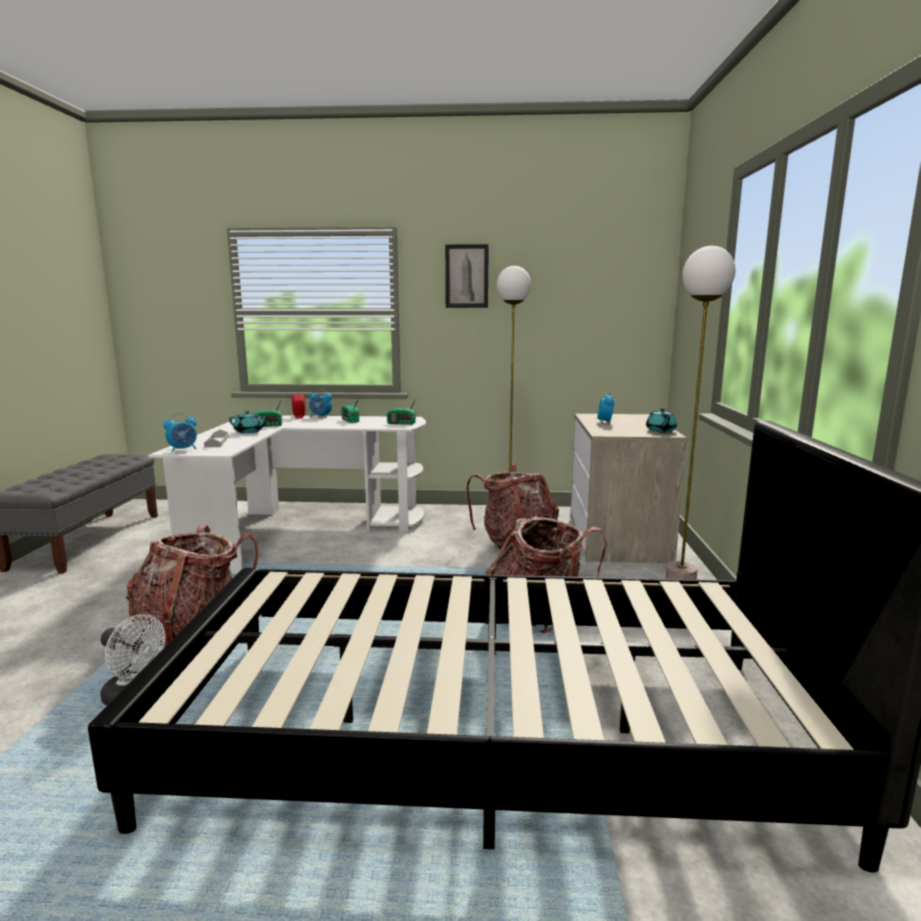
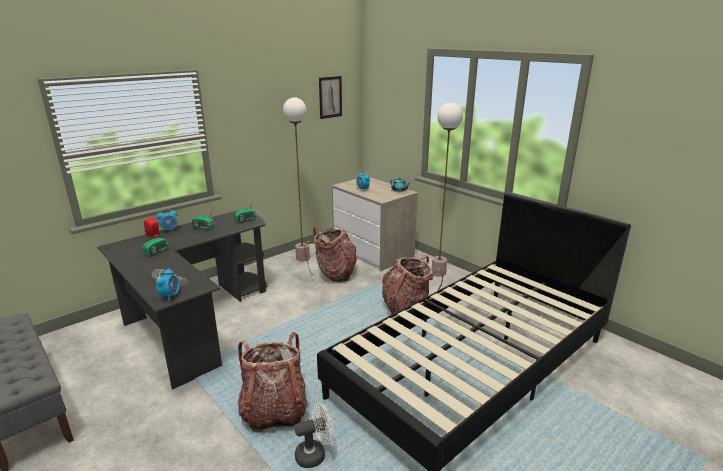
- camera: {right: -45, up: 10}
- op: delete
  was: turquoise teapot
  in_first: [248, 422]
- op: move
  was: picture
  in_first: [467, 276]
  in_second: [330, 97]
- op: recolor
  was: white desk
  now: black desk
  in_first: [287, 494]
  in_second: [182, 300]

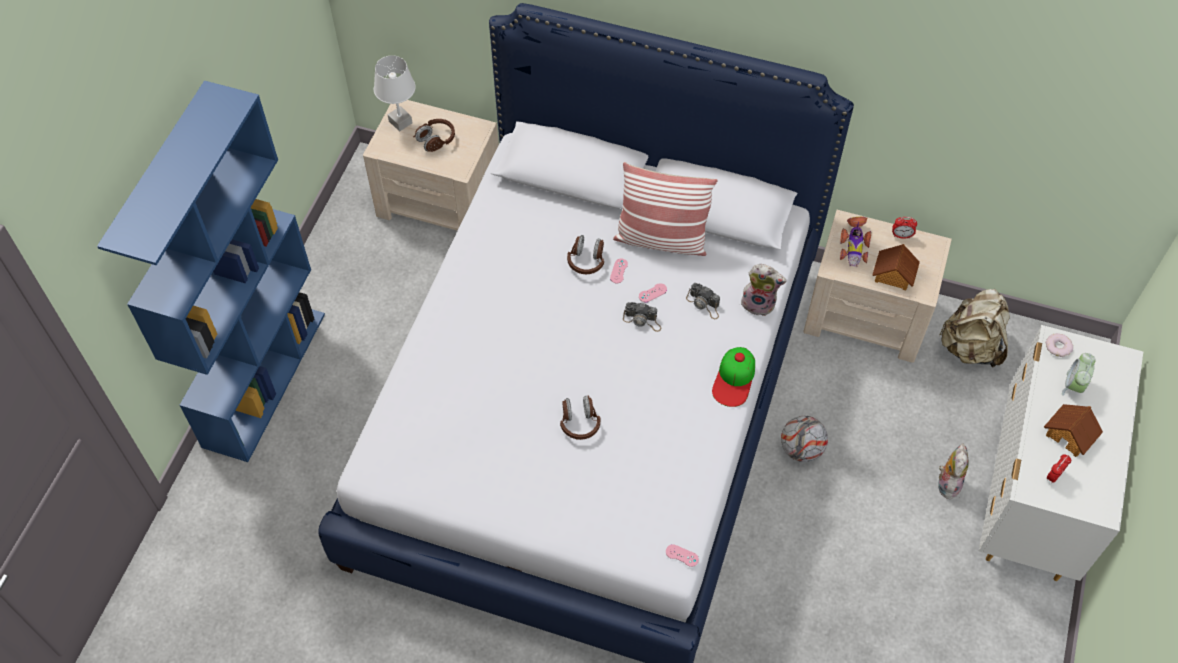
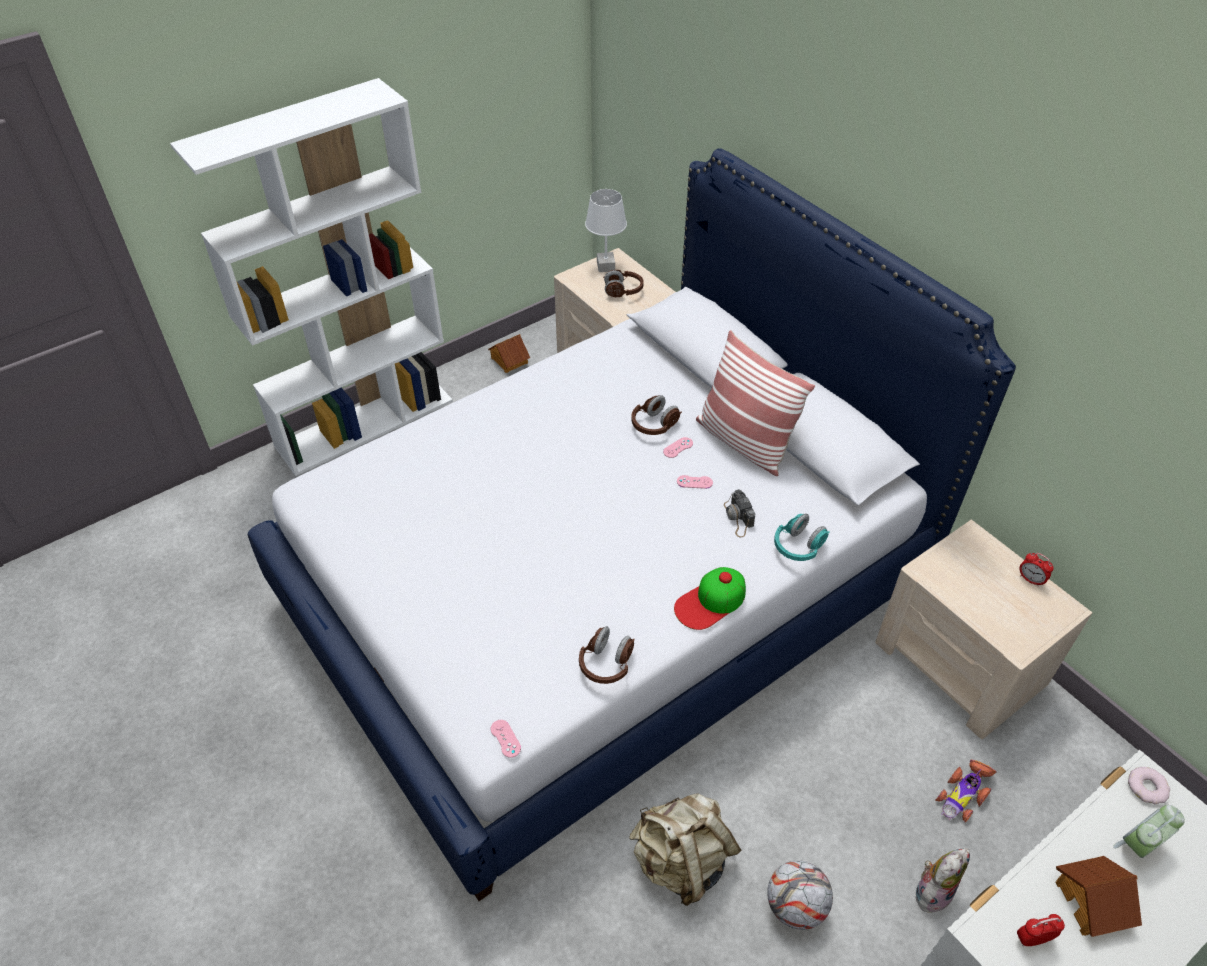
- camera: {right: 35, up: -10}
- op: delete
  was: photo camera
  in_first: [642, 317]
- op: move
  was: brown headphones
  in_first: [580, 418]
  in_second: [607, 655]
- op: move
  was: football
  in_first: [804, 439]
  in_second: [800, 895]
- op: move
  was: toy car
  in_first: [855, 241]
  in_second: [966, 791]
- op: move
  was: toy house
  in_first: [896, 267]
  in_second: [509, 353]
- op: move
  was: beige backpack
  in_first: [974, 328]
  in_second: [685, 849]
- op: replace
  was: plush toy
  now: turquoise headphones
  in_first: [764, 290]
  in_second: [802, 537]
- op: recolor
  was: blue bookcase
  now: white bookcase
  in_first: [211, 271]
  in_second: [311, 277]

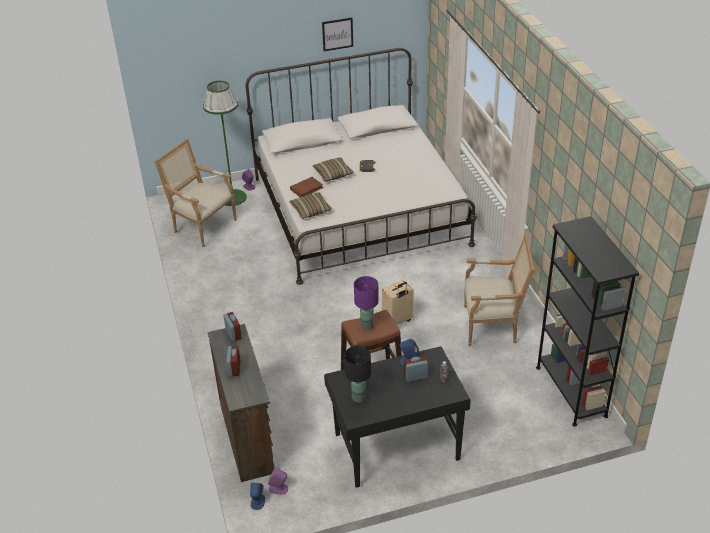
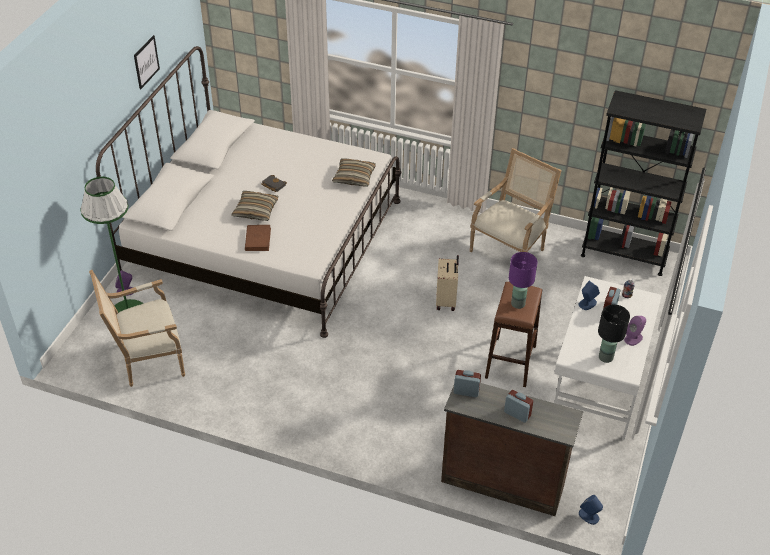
- camera: {right: -55, up: 5}
- op: move
  was: purple speaker
  in_first: [278, 481]
  in_second: [635, 331]
- op: move
  was: pillow
  in_first: [310, 205]
  in_second: [354, 172]
- op: recolor
  was: black desk
  now: white desk
  in_first: [397, 417]
  in_second: [608, 358]

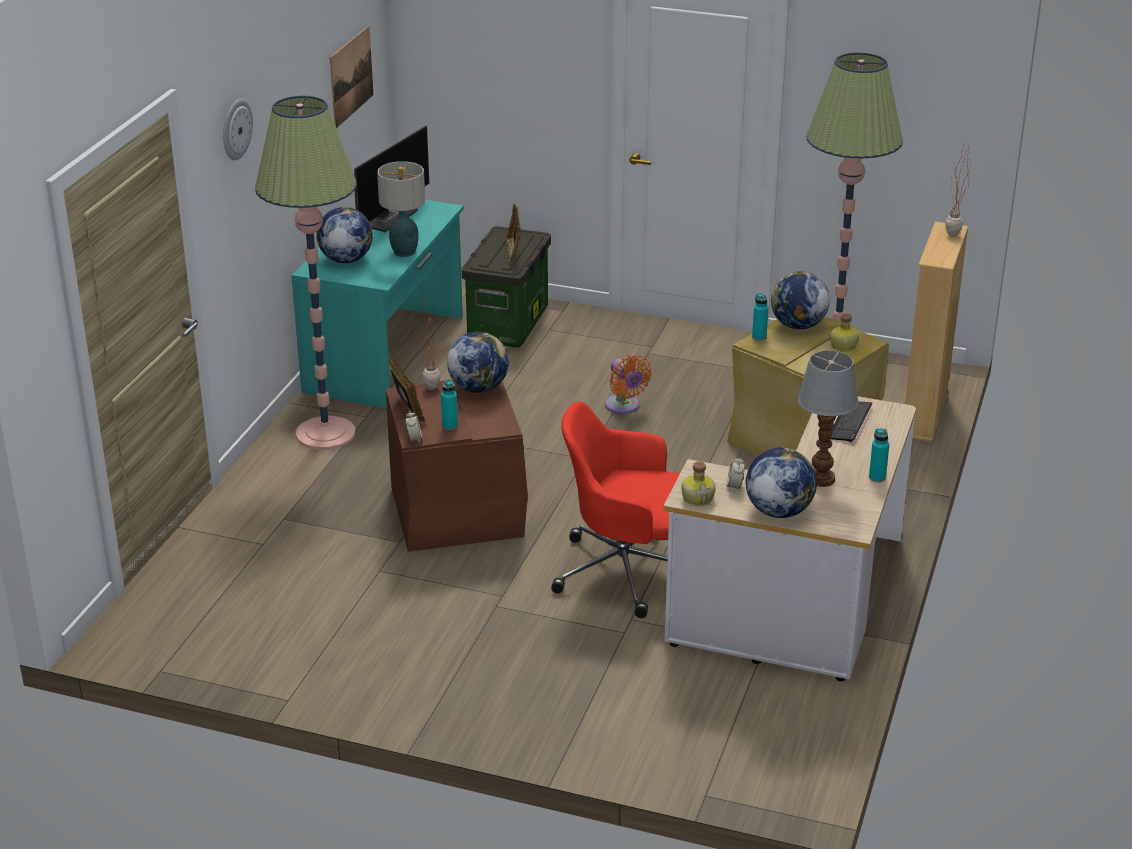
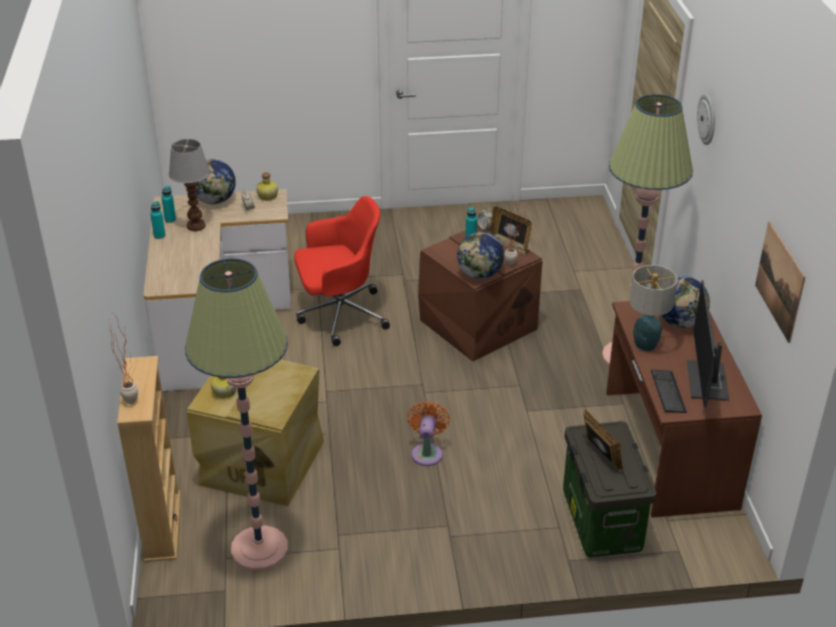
- camera: {right: 155, up: 5}
- op: delete
  was: globe
  in_first: [800, 300]
- op: move
  was: turquoise bottle
  in_first: [760, 317]
  in_second: [168, 204]
- op: move
  was: keyboard
  in_first: [851, 421]
  in_second: [669, 391]
- op: recolor
  was: turquoise desk
  now: brown desk
  in_first: [377, 304]
  in_second: [684, 409]
- op: rotate
  was: orange fan
  in_first: [628, 384]
  in_second: [428, 433]
  clockwise: 60

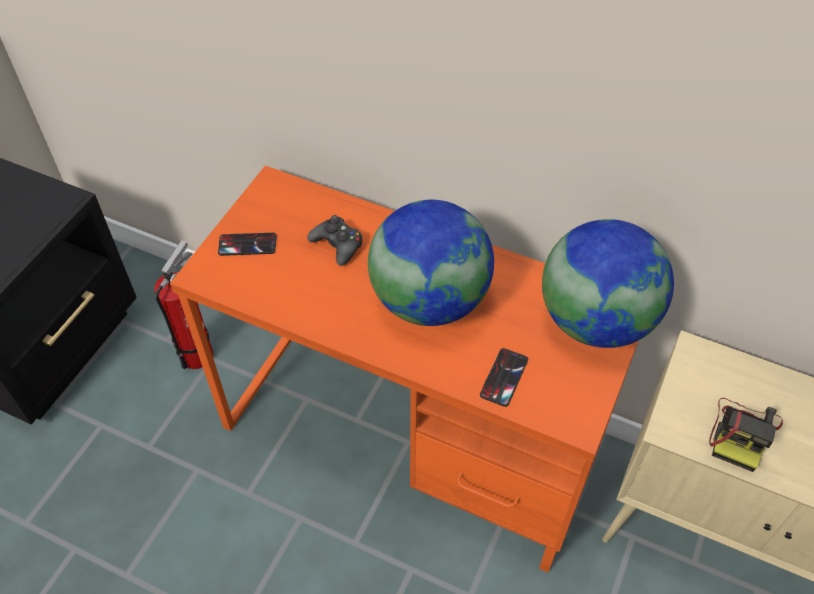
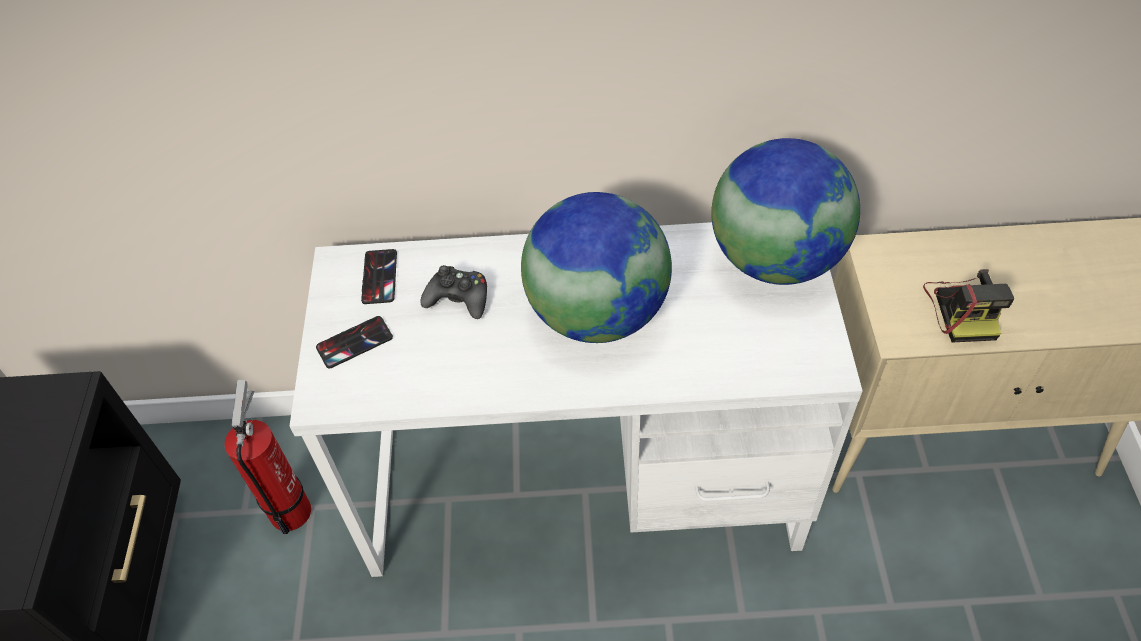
- camera: {right: -25, up: 0}
- op: move
  was: phone
  in_first: [504, 377]
  in_second: [379, 276]
- op: recolor
  was: orange desk
  now: white desk
  in_first: [404, 369]
  in_second: [576, 399]

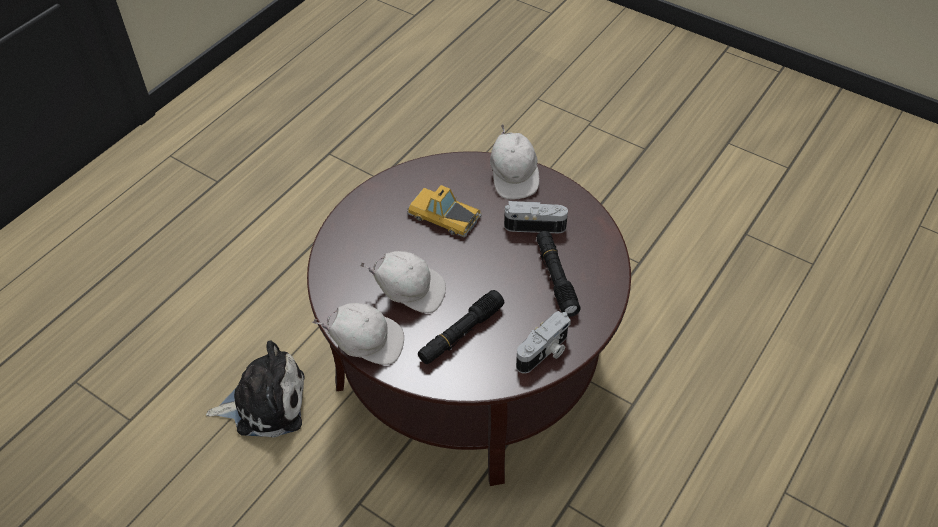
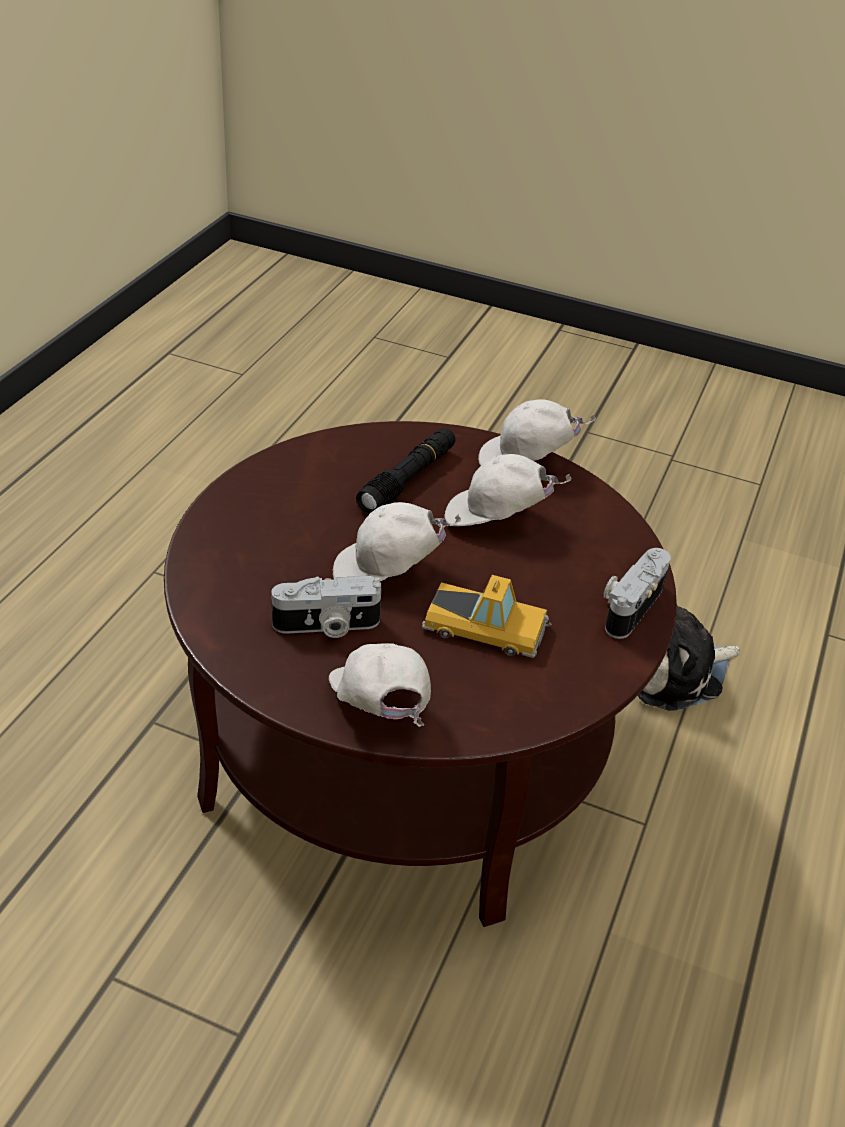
- camera: {right: 165, up: -10}
- op: delete
  was: black flashlight
  in_first: [559, 274]
- op: insert
  now: white cap
  in_second: [397, 542]
- op: move
  was: photo camera
  in_first: [543, 342]
  in_second: [637, 593]

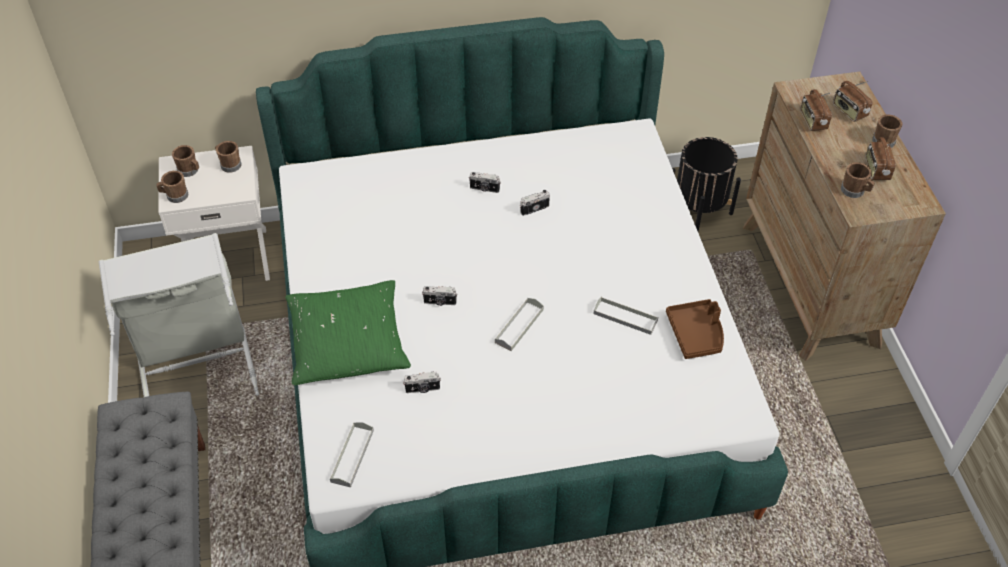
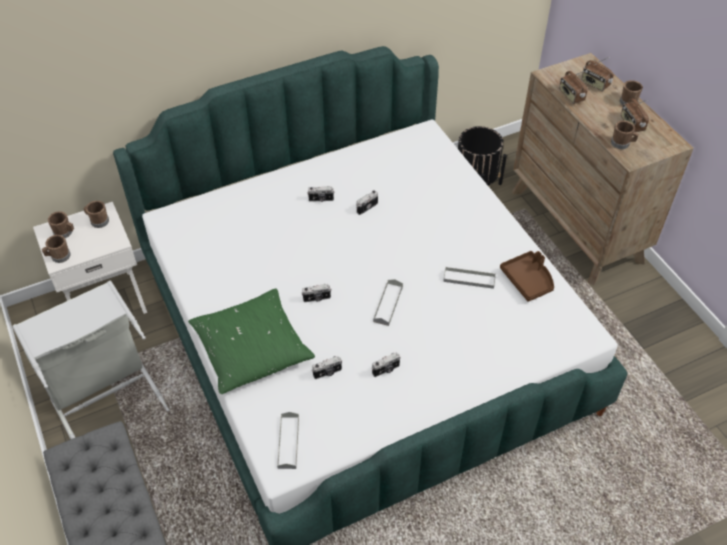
- camera: {right: -15, up: 0}
- op: insert
  now: photo camera
  in_second: [386, 364]

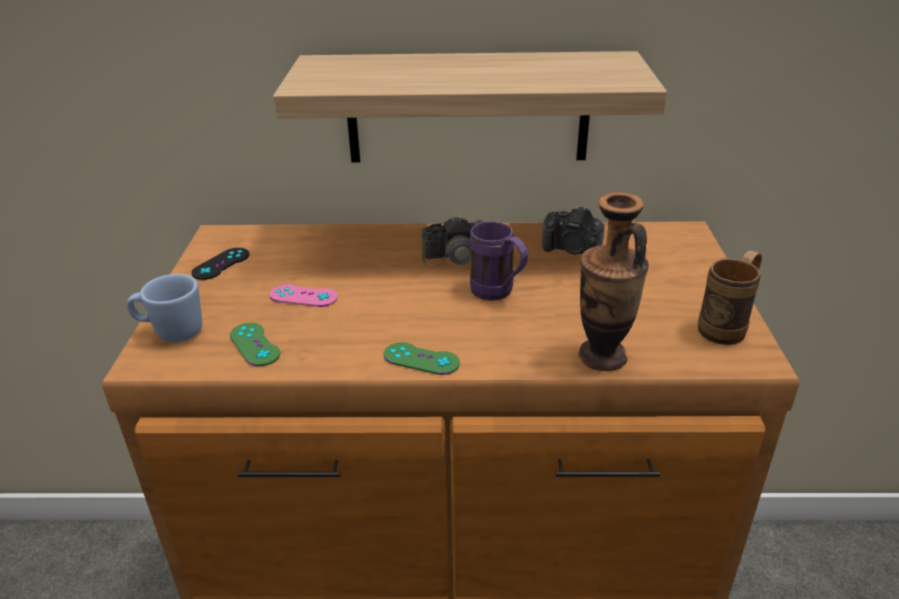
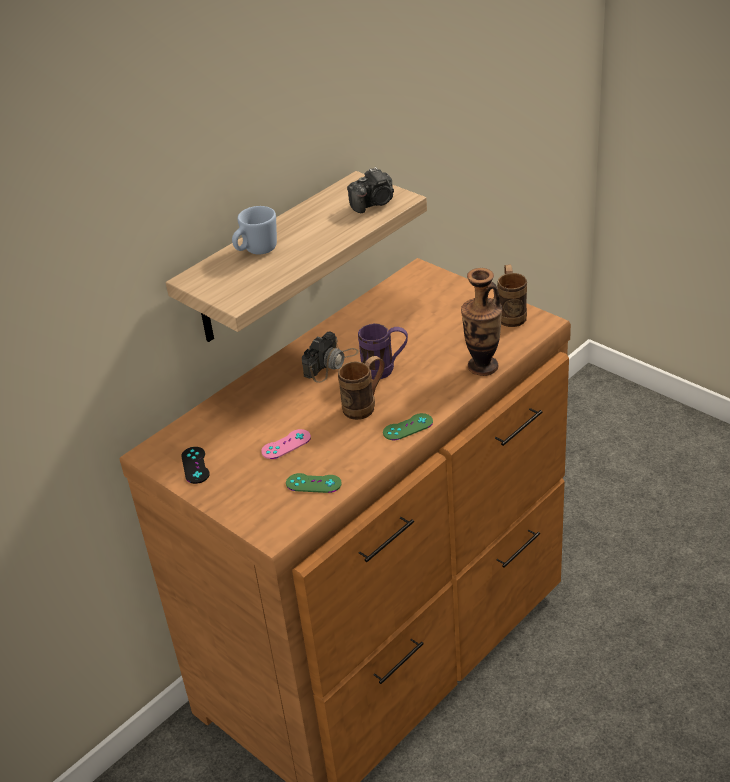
- camera: {right: -45, up: 5}
- op: insert
  now: brown mug
  in_second: [361, 388]
- op: move
  was: blue mug
  in_first: [164, 308]
  in_second: [254, 230]
- op: move
  was: photo camera
  in_first: [573, 229]
  in_second: [370, 190]

